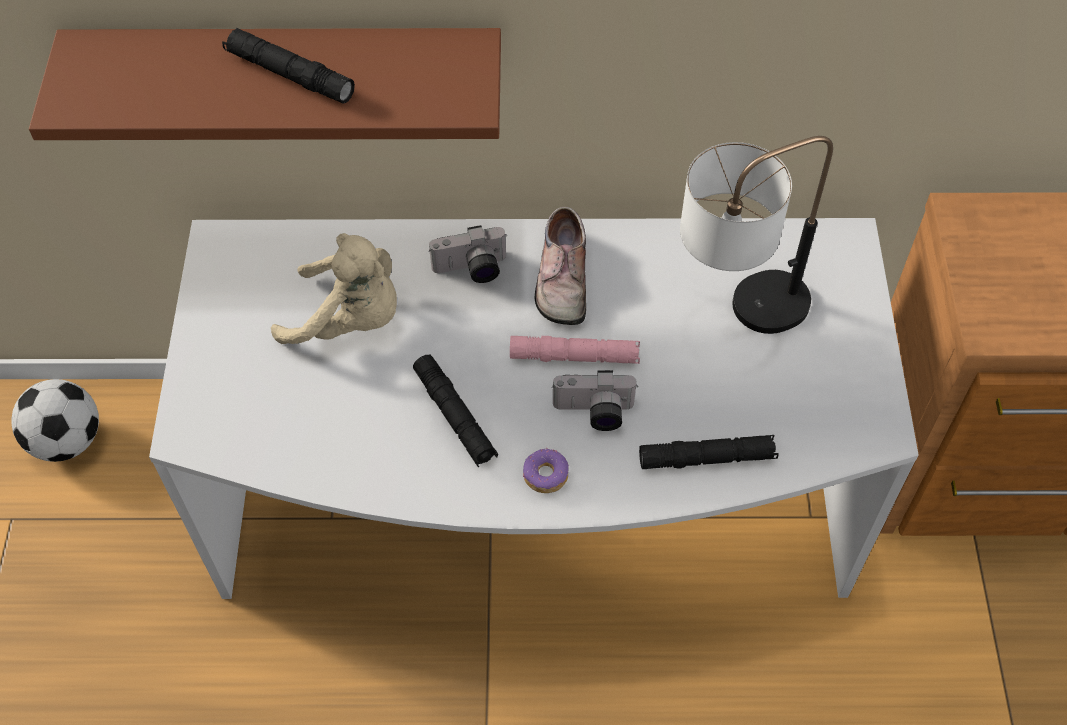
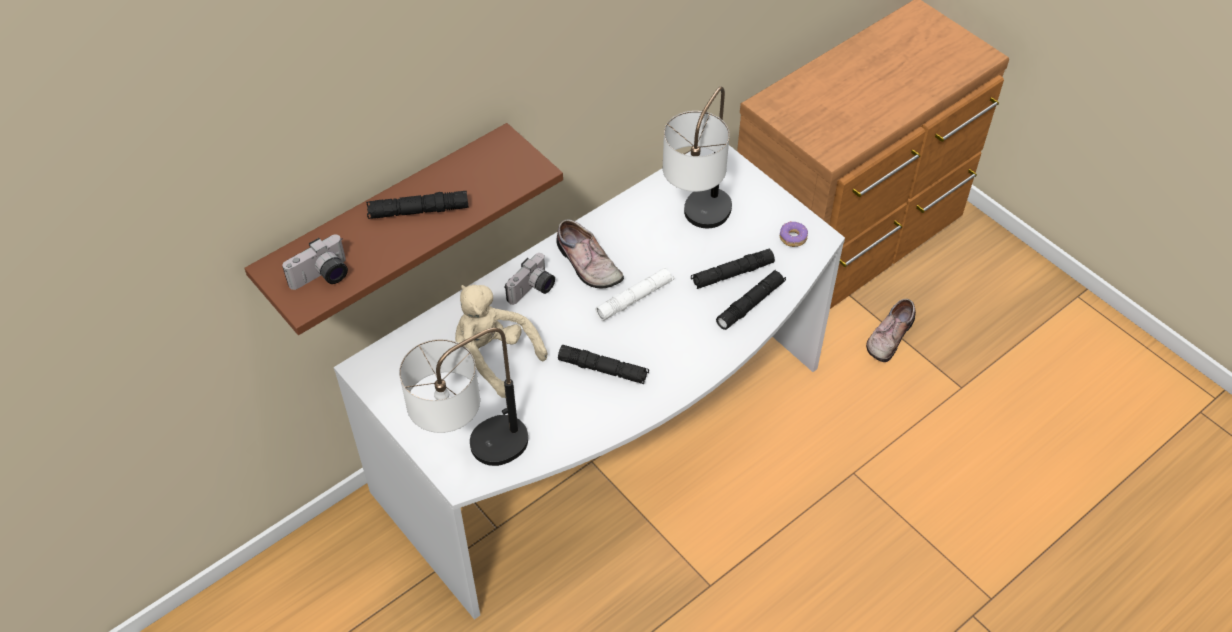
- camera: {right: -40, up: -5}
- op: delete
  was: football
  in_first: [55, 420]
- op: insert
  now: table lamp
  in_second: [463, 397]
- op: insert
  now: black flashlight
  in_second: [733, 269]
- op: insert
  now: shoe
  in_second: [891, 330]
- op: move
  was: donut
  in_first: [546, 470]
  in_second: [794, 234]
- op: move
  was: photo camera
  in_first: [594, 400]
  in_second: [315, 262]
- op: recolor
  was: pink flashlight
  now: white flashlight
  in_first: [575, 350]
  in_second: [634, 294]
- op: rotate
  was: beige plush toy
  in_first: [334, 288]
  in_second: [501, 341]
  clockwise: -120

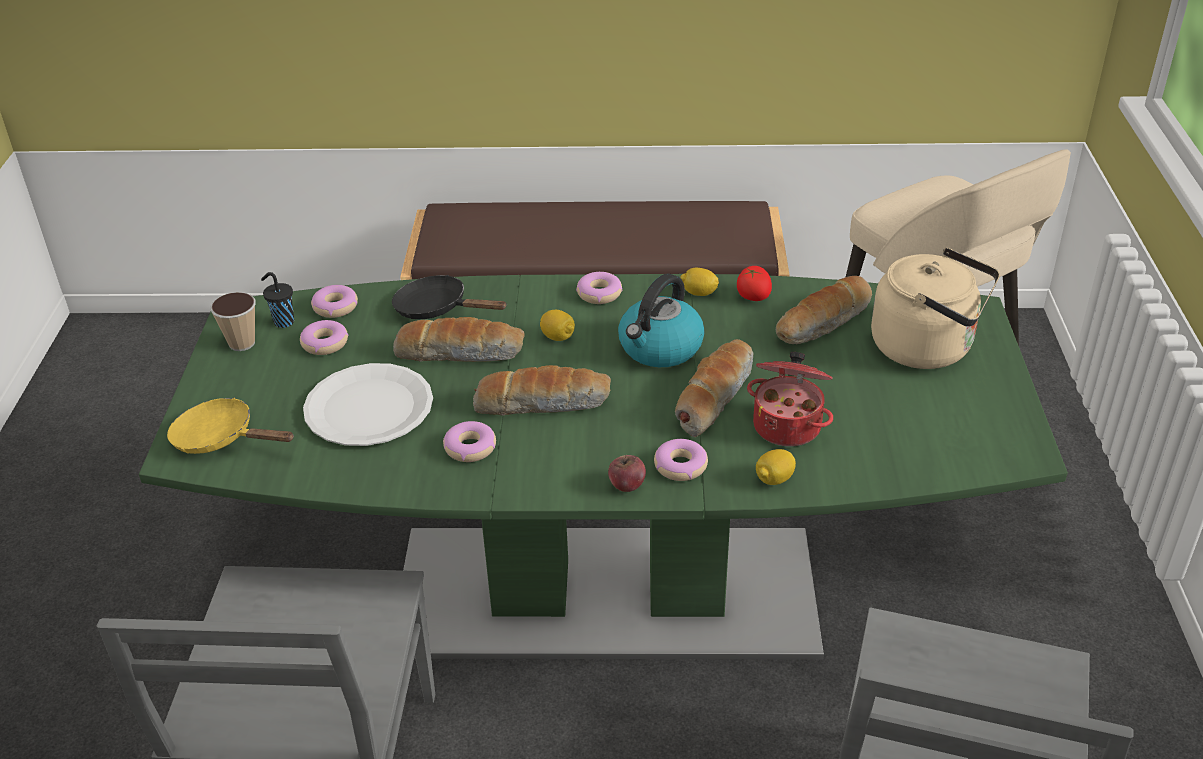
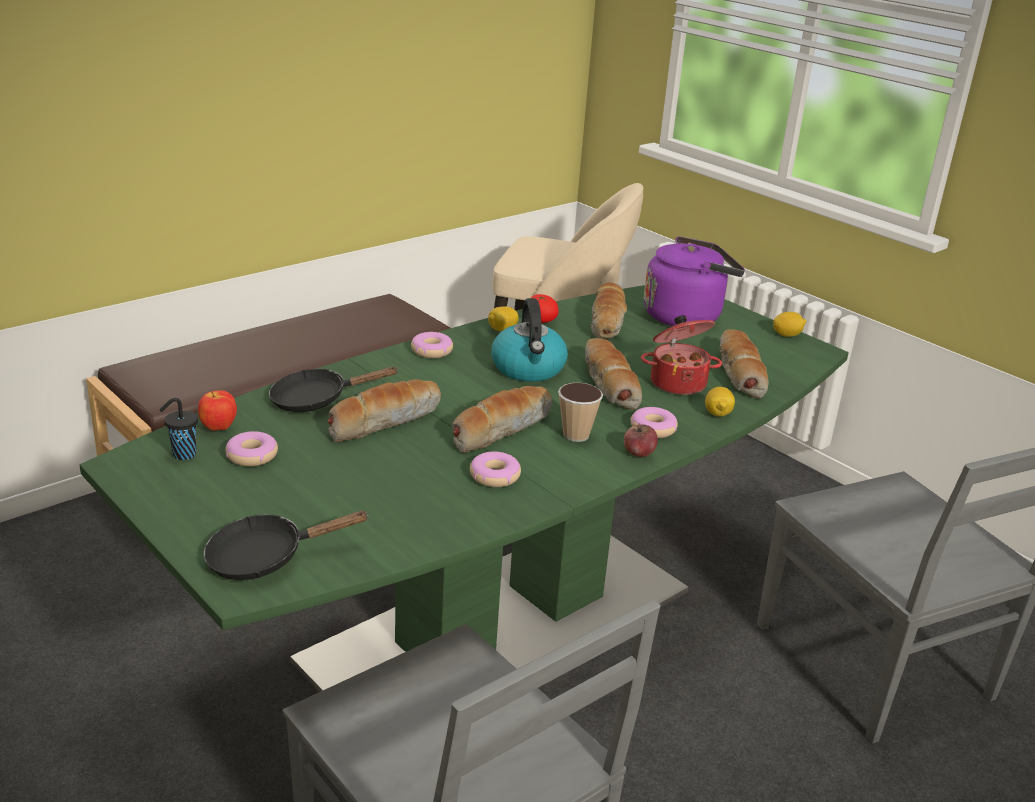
- camera: {right: -45, up: -10}
- op: delete
  was: white plate
  in_first: [368, 404]
- op: insert
  now: bread
  in_second: [744, 364]
- op: move
  was: cup
  in_first: [233, 321]
  in_second: [580, 412]
- op: move
  was: lemon
  in_first: [557, 325]
  in_second: [789, 324]
- op: replace
  was: donut
  now: apple
  in_first: [334, 301]
  in_second: [217, 410]
- op: recolor
  was: yellow frying pan
  now: black frying pan
  in_first: [230, 425]
  in_second: [286, 545]
- op: recolor
  was: beige kettle
  now: purple kettle
  in_first: [935, 308]
  in_second: [694, 281]

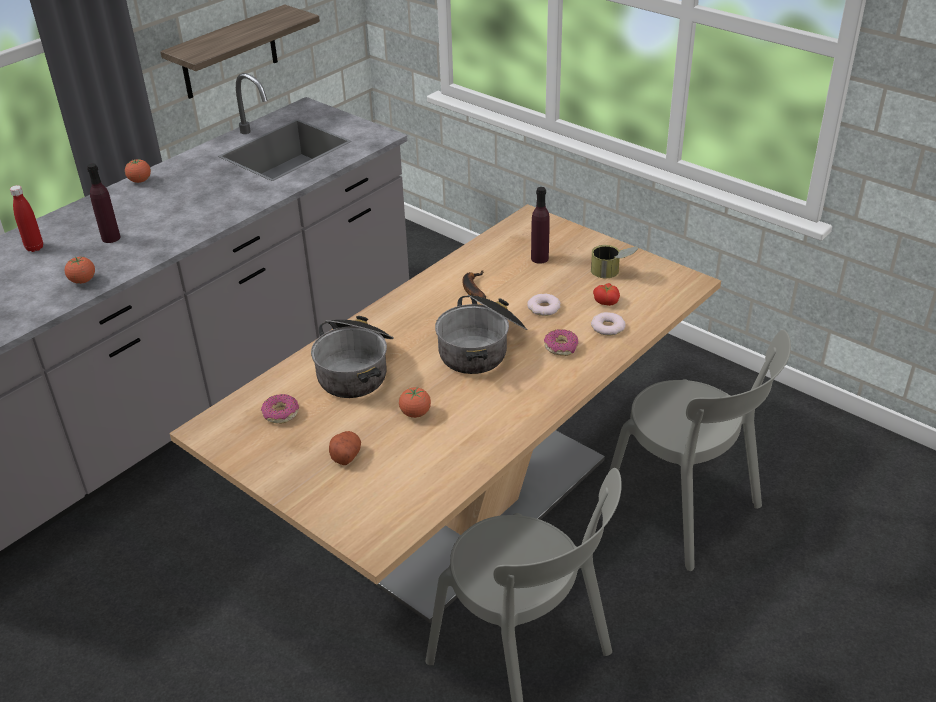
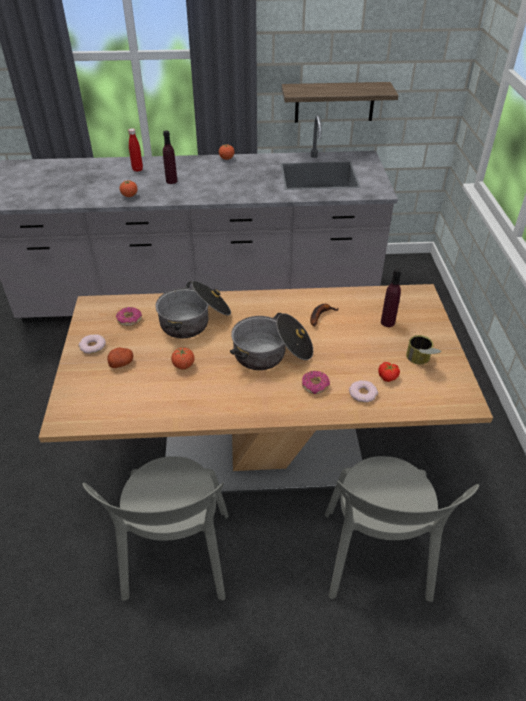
- camera: {right: 45, up: 5}
- op: move
  was: donut
  in_first: [544, 305]
  in_second: [92, 344]

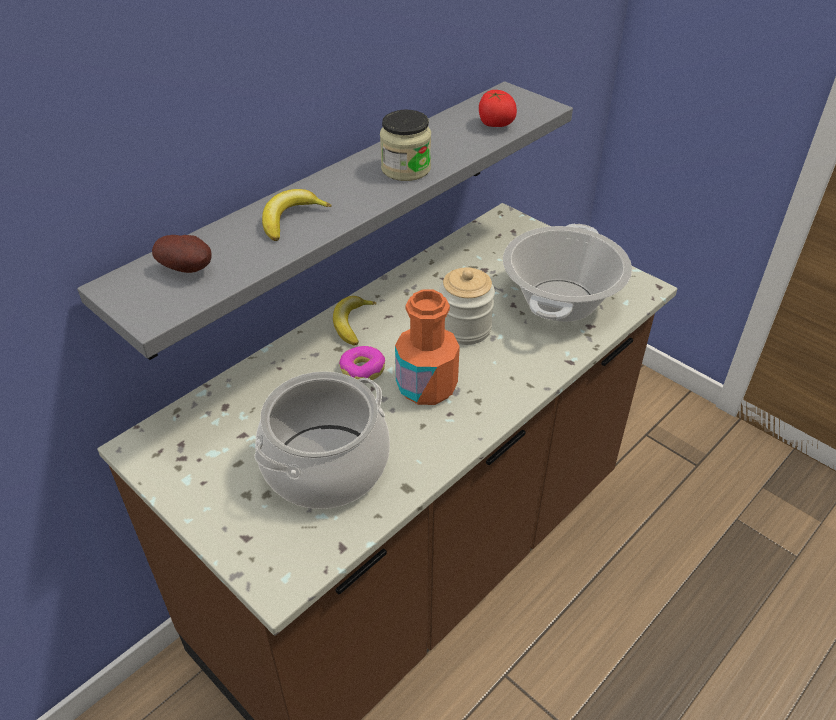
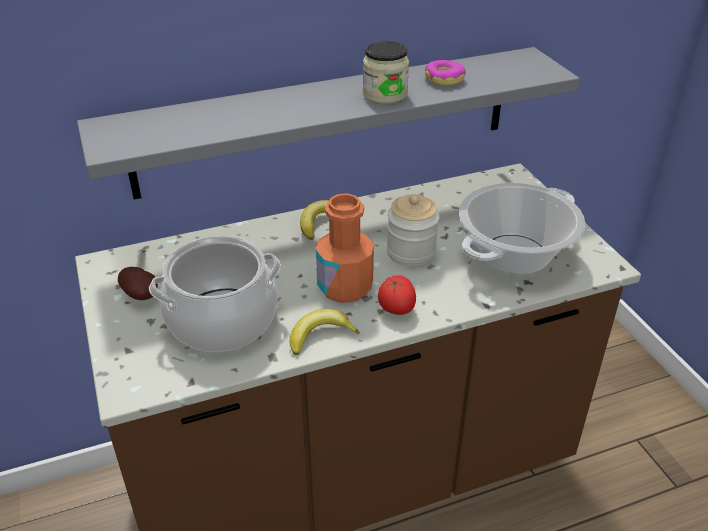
- camera: {right: 25, up: -5}
- op: move
  was: potato
  in_first: [182, 254]
  in_second: [138, 283]
- op: move
  was: banana
  in_first: [297, 215]
  in_second: [325, 332]
- op: move
  was: donut
  in_first: [362, 363]
  in_second: [445, 73]
- op: move
  was: tomato
  in_first: [498, 108]
  in_second: [397, 295]

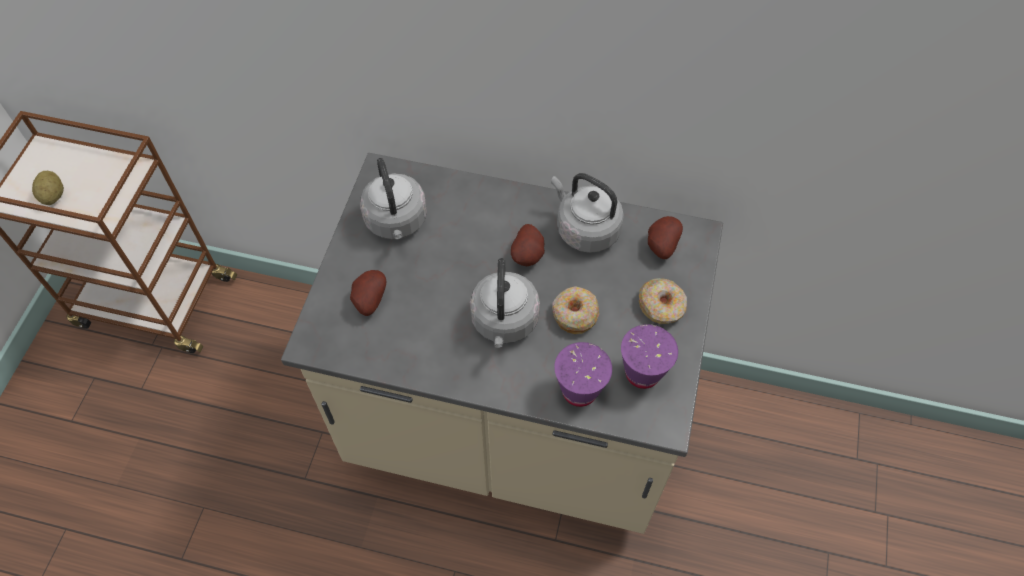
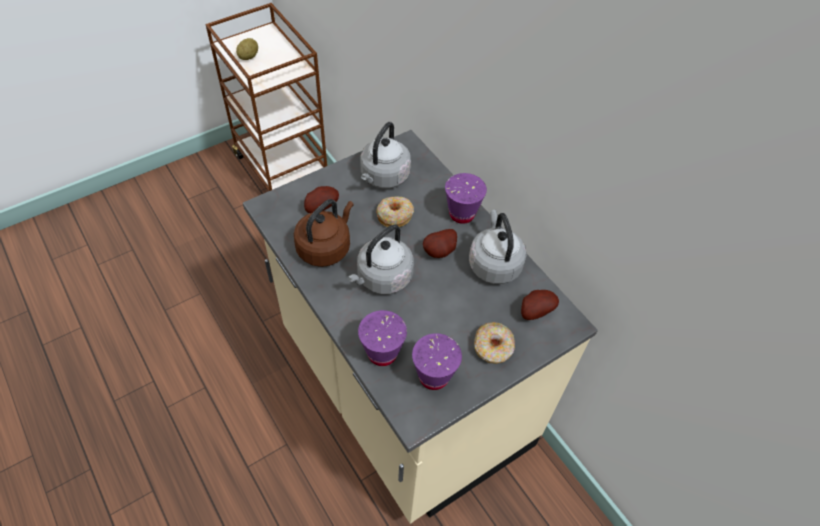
- camera: {right: 40, up: -5}
- op: insert
  now: brown kettle
  in_second: [324, 233]
- op: insert
  now: purple cup
  in_second: [466, 198]
- op: move
  was: donut
  in_first: [575, 310]
  in_second: [395, 212]

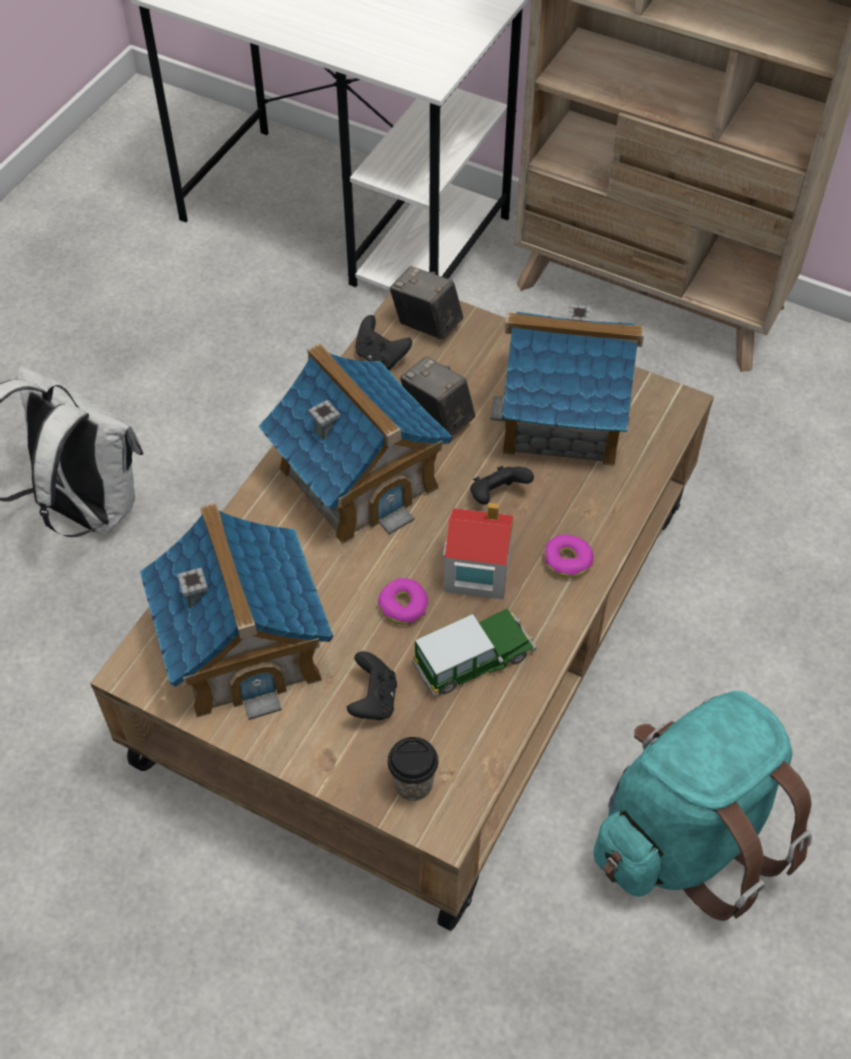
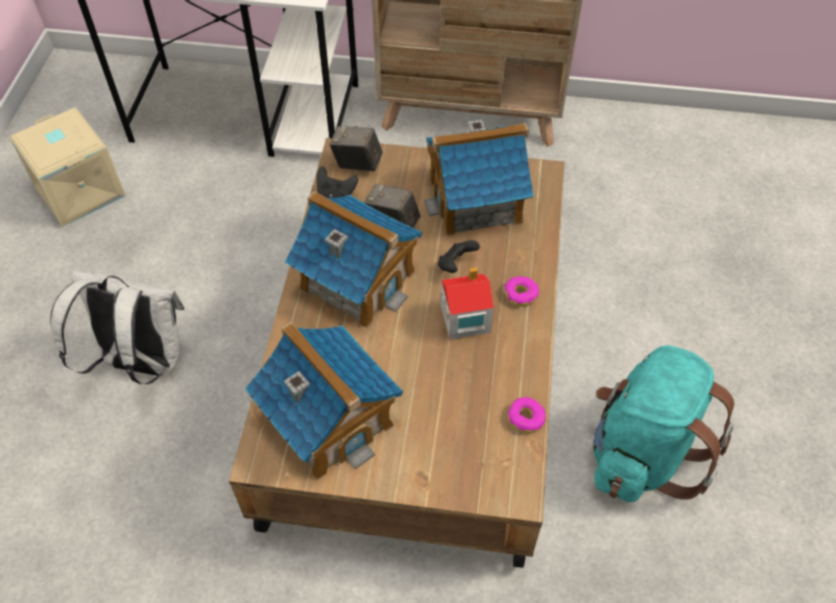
- camera: {right: -20, up: 0}
- op: delete
  was: black game controller
  in_first: [372, 685]
- op: delete
  was: cup
  in_first: [413, 769]
- op: delete
  was: toy car
  in_first: [474, 653]
- op: insert
  now: beige storage box
  in_second: [67, 167]
- op: move
  was: donut
  in_first: [403, 601]
  in_second: [527, 415]

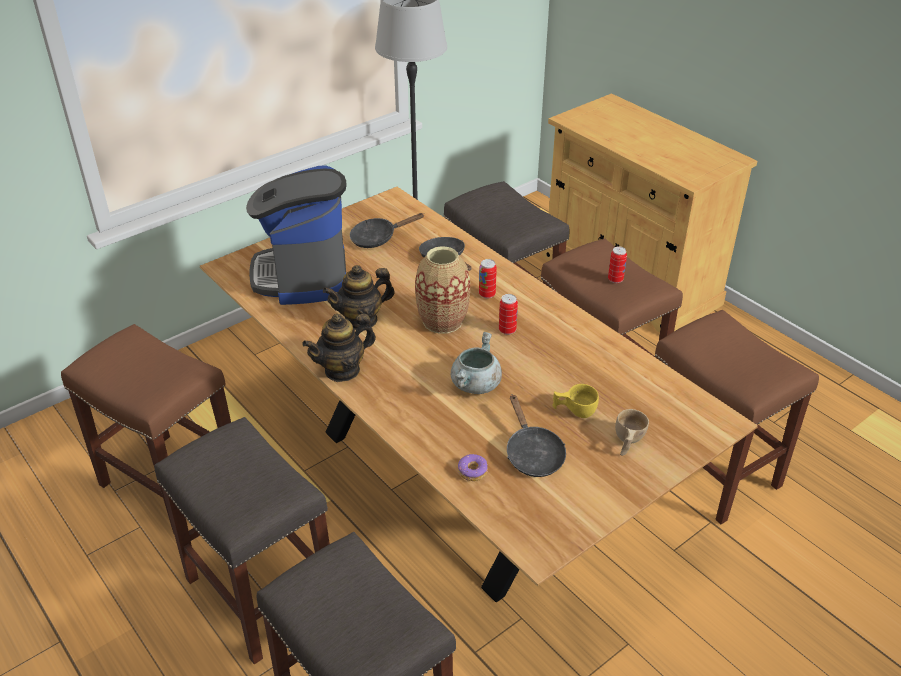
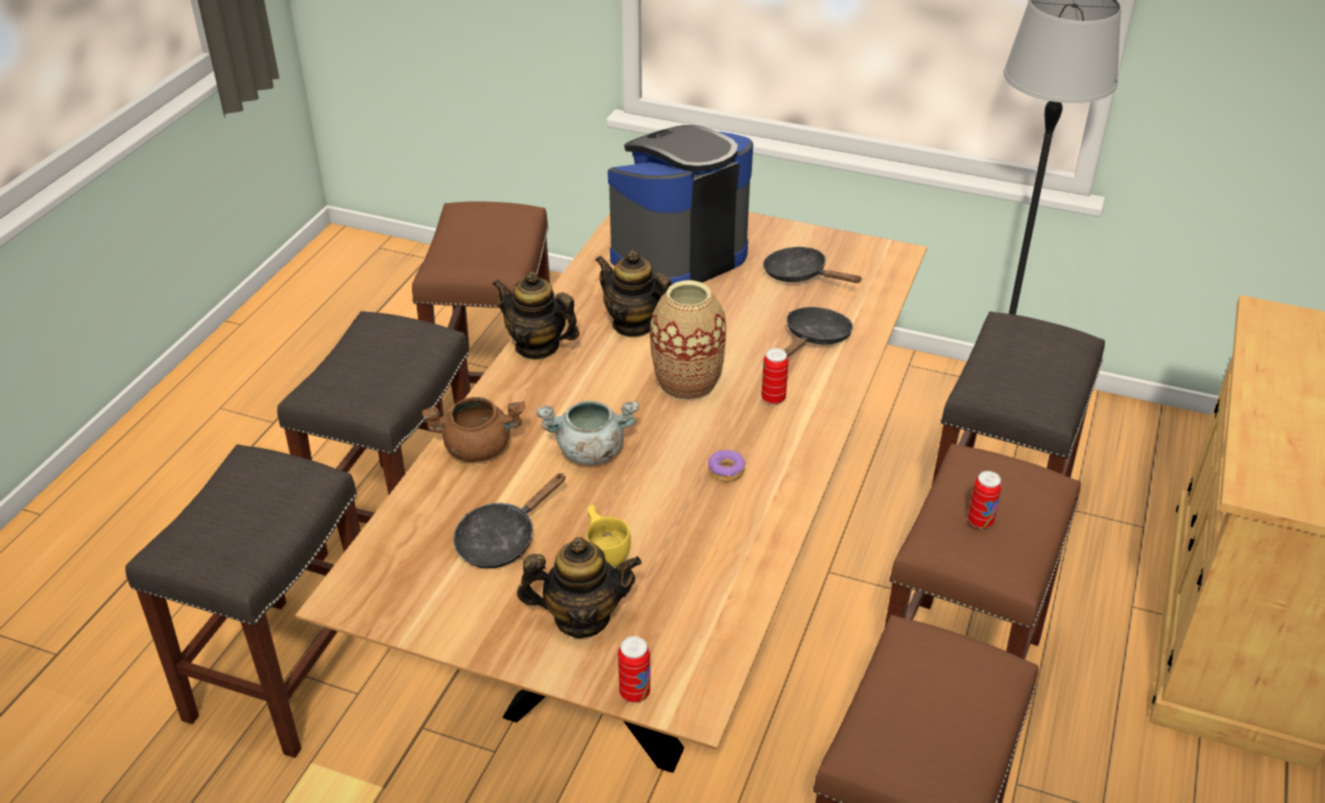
- camera: {right: 60, up: 0}
- op: insert
  now: brown cooking pot
  in_second: [473, 429]
- op: move
  was: donut
  in_first: [473, 467]
  in_second: [726, 466]
- op: move
  was: can
  in_first: [508, 314]
  in_second: [634, 669]
- op: replace
  was: beige cup
  now: teapot
  in_first: [632, 432]
  in_second: [579, 587]

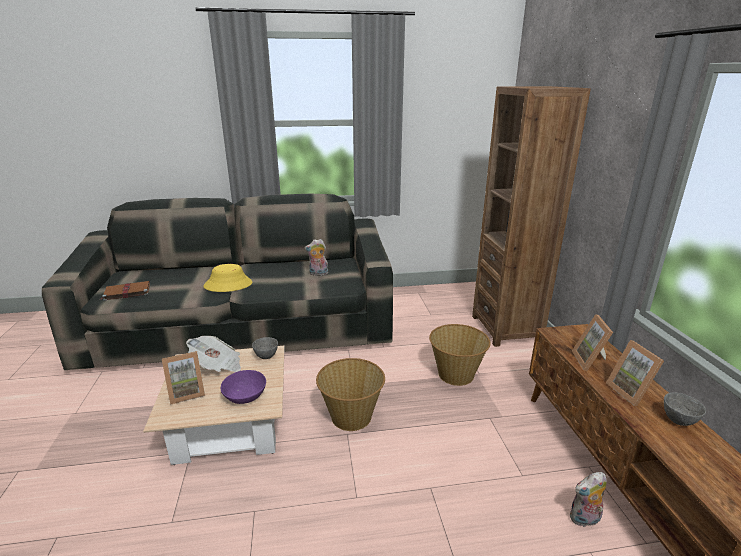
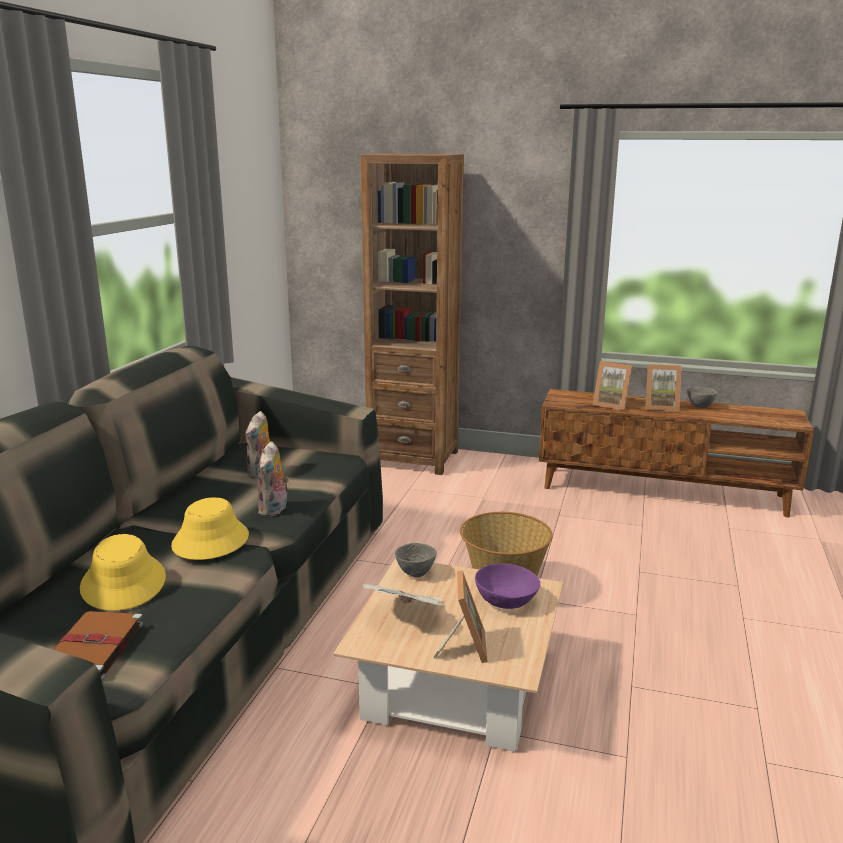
- camera: {right: -65, up: -5}
- op: delete
  was: basket
  in_first: [460, 355]
- op: insert
  now: yellow hat
  in_second: [123, 572]
- op: move
  was: plush toy
  in_first: [588, 499]
  in_second: [273, 479]

